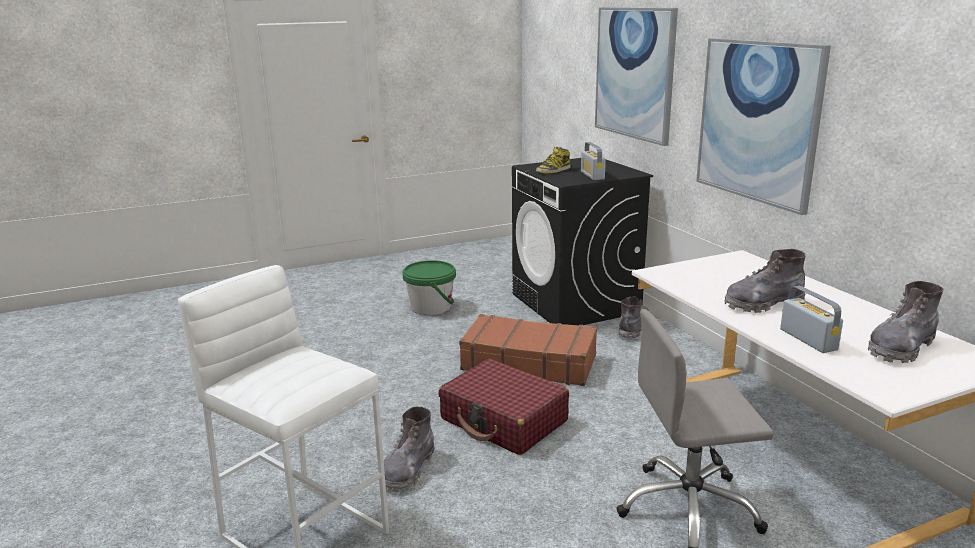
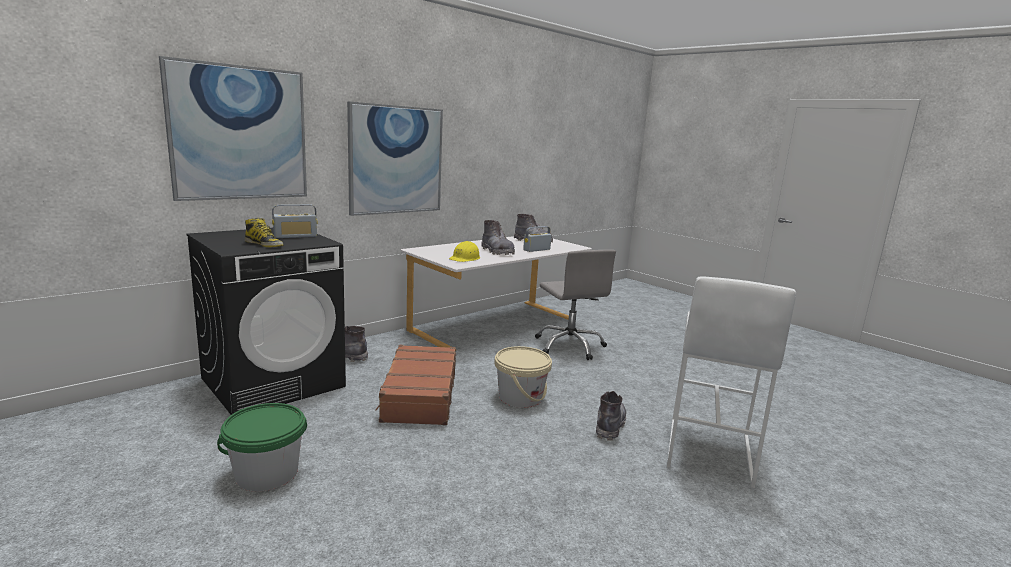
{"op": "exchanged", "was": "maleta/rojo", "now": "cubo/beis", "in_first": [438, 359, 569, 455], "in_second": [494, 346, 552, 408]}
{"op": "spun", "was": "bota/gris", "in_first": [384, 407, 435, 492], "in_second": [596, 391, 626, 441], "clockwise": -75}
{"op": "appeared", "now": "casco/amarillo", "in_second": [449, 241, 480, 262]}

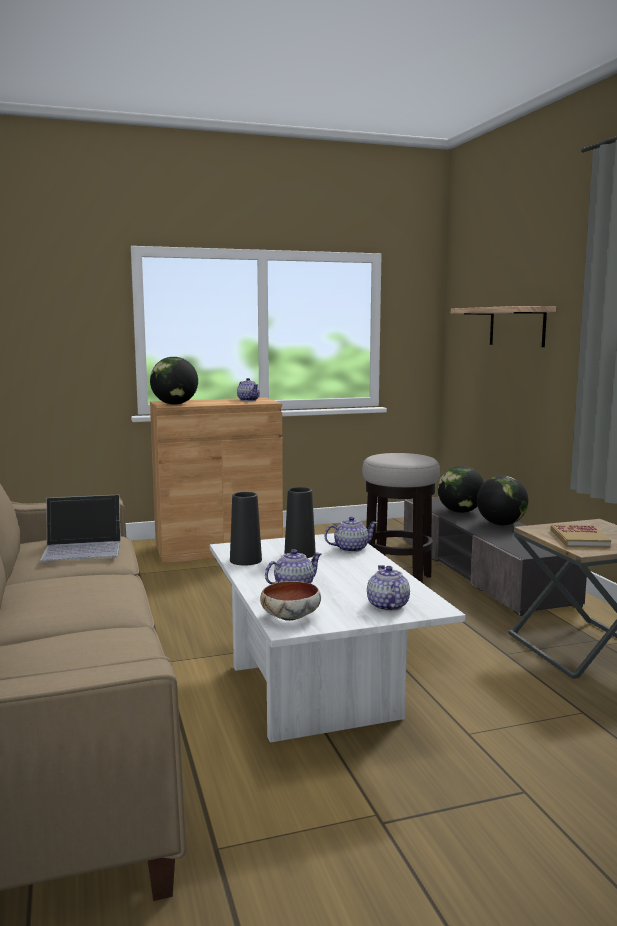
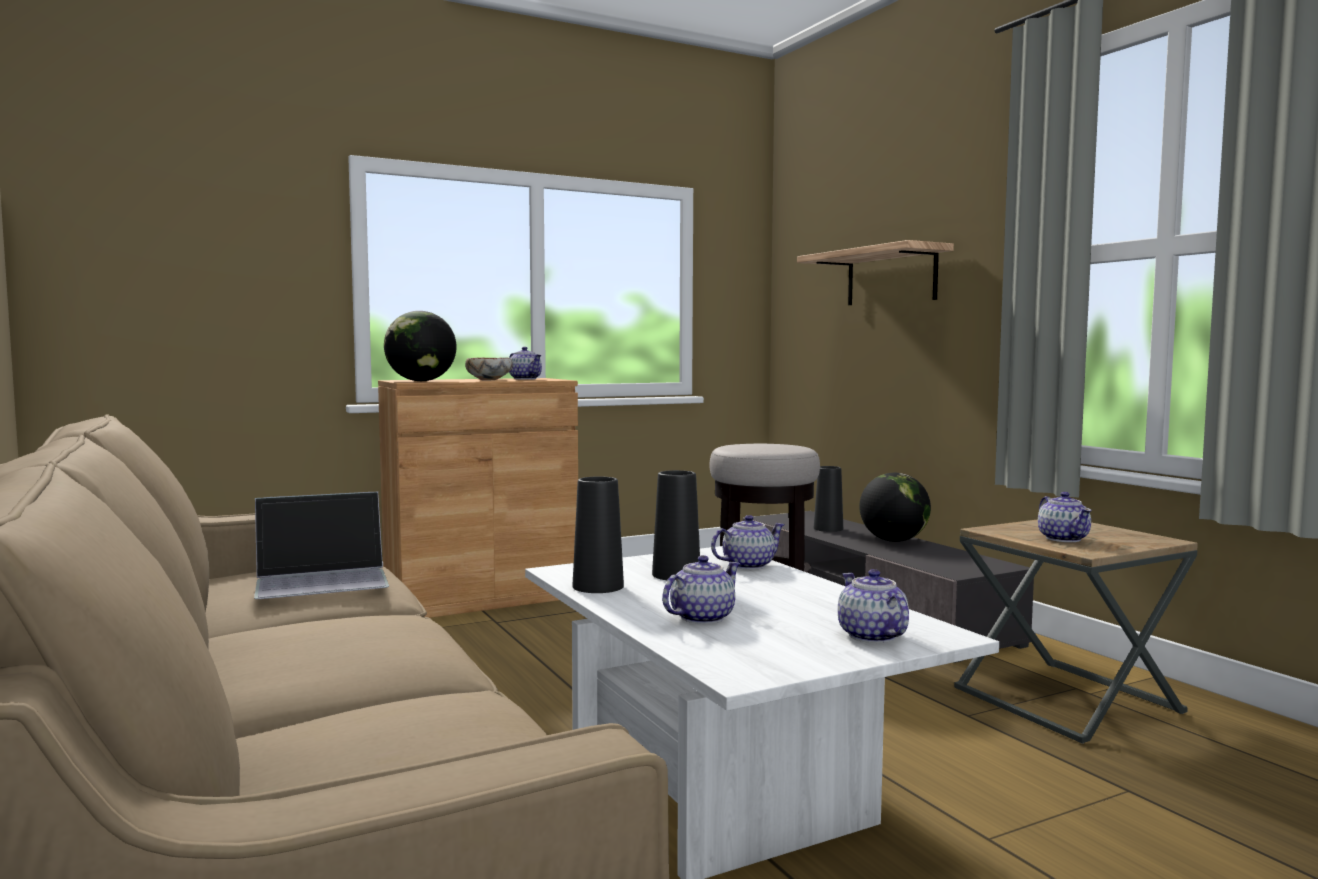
{"op": "exchanged", "was": "globo terráqueo", "now": "florero/negro", "in_first": [438, 466, 484, 513], "in_second": [814, 466, 843, 532]}
{"op": "exchanged", "was": "libro", "now": "tetera", "in_first": [550, 524, 611, 548], "in_second": [1038, 492, 1092, 542]}
{"op": "relocated", "was": "cuenco", "in_first": [260, 581, 321, 621], "in_second": [465, 358, 513, 380]}

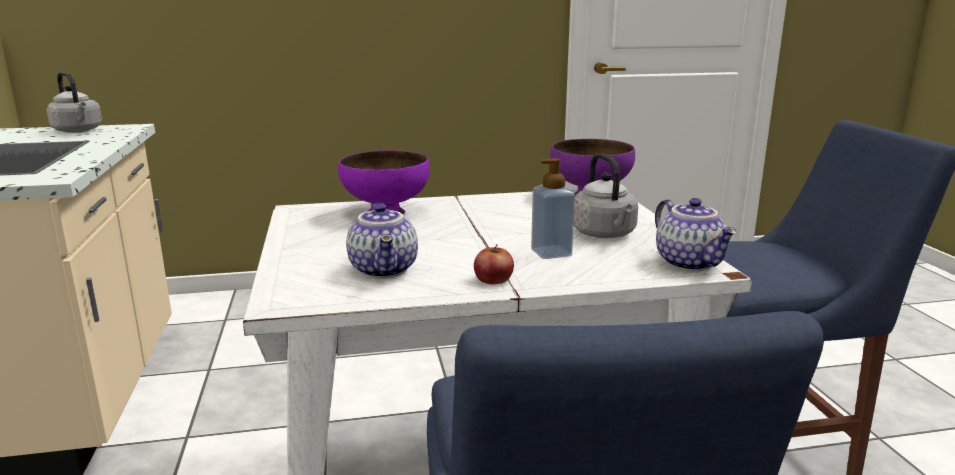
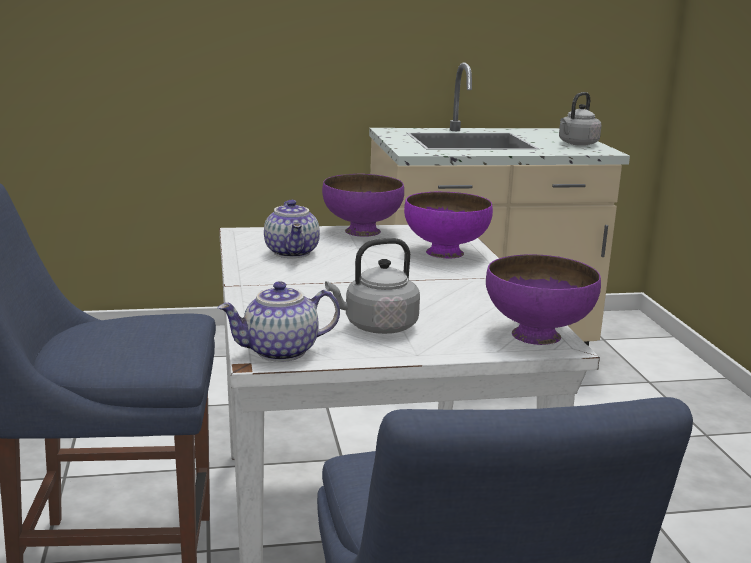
{"op": "missing", "was": "dispensador de jabón", "in_first": [531, 158, 575, 259]}
{"op": "spun", "was": "tetera", "in_first": [346, 203, 418, 279], "in_second": [264, 200, 320, 258], "clockwise": -90}
{"op": "missing", "was": "manzana", "in_first": [474, 244, 514, 284]}
{"op": "appeared", "now": "cuenco/morado", "in_second": [322, 174, 404, 237]}

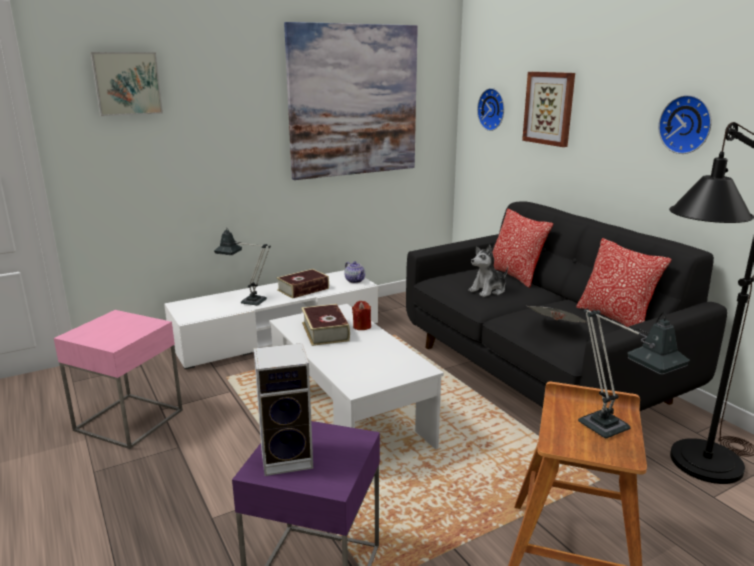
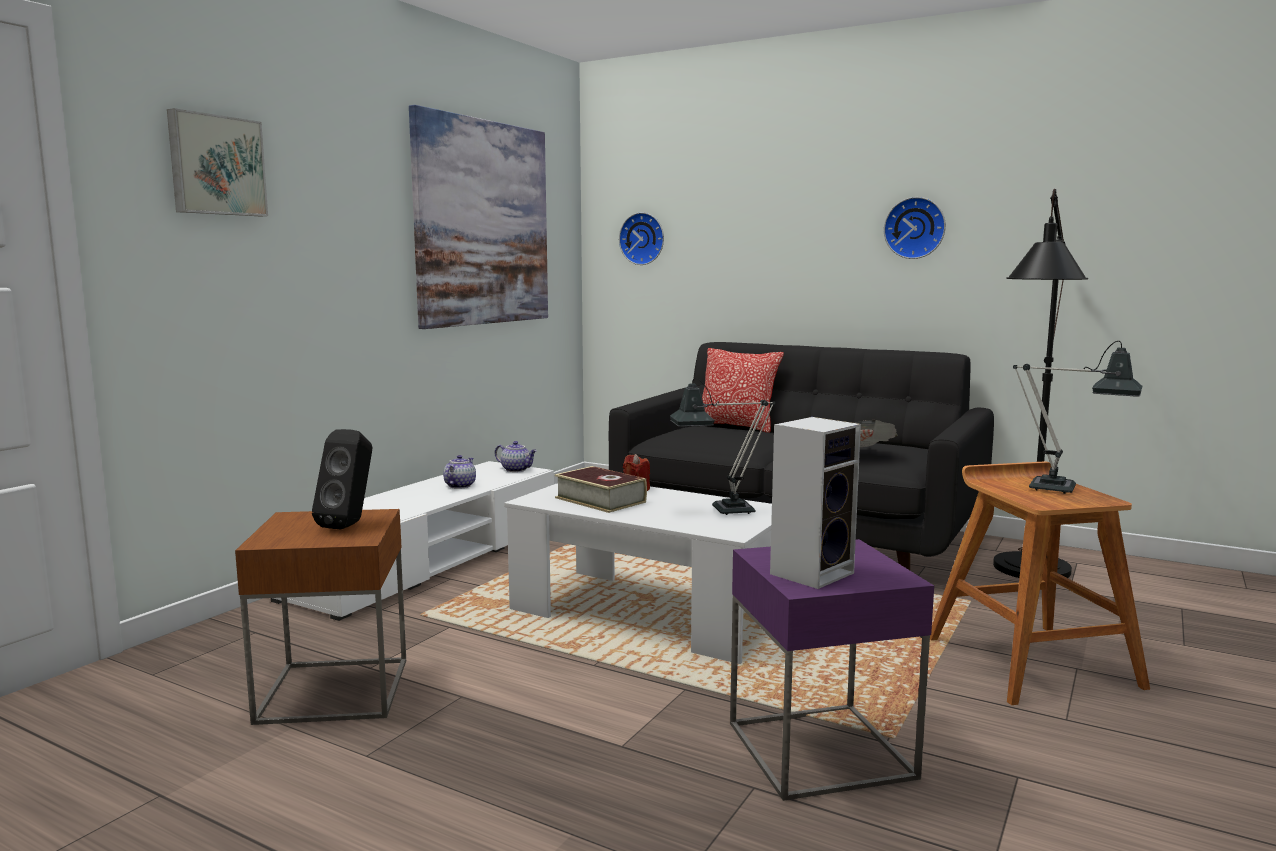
{"op": "missing", "was": "cuadro", "in_first": [522, 72, 575, 147]}
{"op": "relocated", "was": "lámpara de mesa", "in_first": [214, 228, 271, 306], "in_second": [670, 378, 775, 515]}
{"op": "missing", "was": "cojín", "in_first": [576, 238, 672, 327]}
{"op": "missing", "was": "peluche", "in_first": [468, 245, 508, 297]}
{"op": "exchanged", "was": "libro", "now": "tetera", "in_first": [277, 269, 329, 299], "in_second": [443, 455, 476, 489]}
{"op": "colour", "was": "mesa auxiliar/rosa", "now": "mesa auxiliar/marrón", "in_first": [54, 310, 183, 449], "in_second": [235, 509, 406, 725]}
{"op": "appeared", "now": "altavoz/negro", "in_second": [312, 429, 372, 529]}

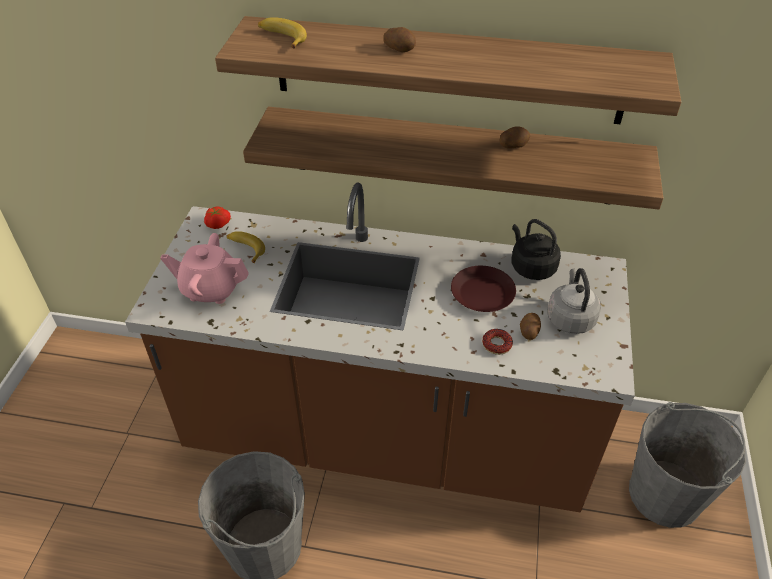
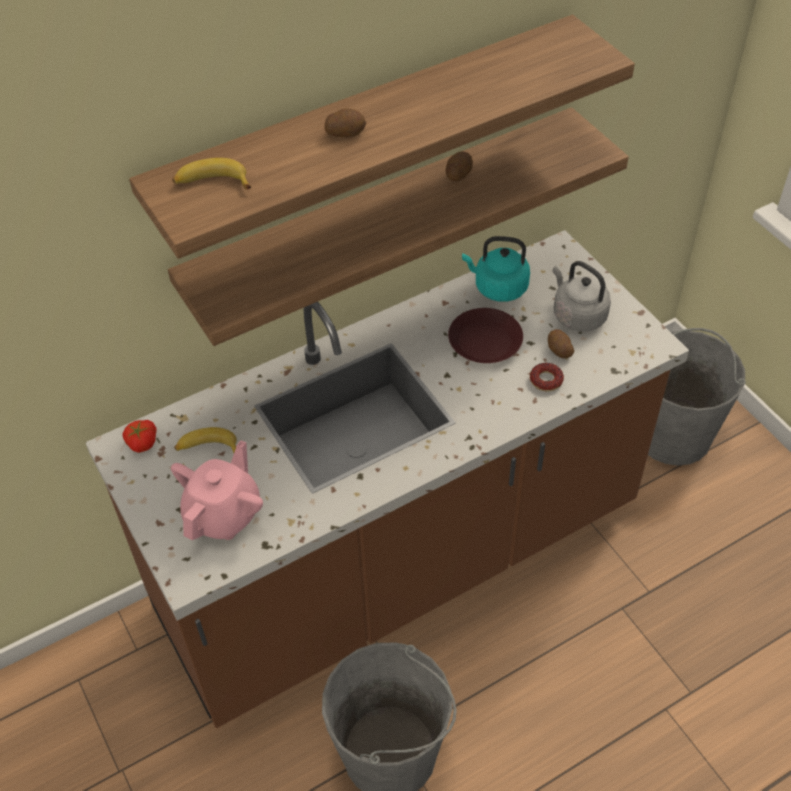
{"op": "colour", "was": "hervidor/negro", "now": "hervidor/turquesa", "in_first": [512, 219, 561, 280], "in_second": [462, 236, 530, 302]}
{"op": "spun", "was": "tetera/rosa", "in_first": [160, 233, 249, 304], "in_second": [171, 440, 263, 540], "clockwise": 150}

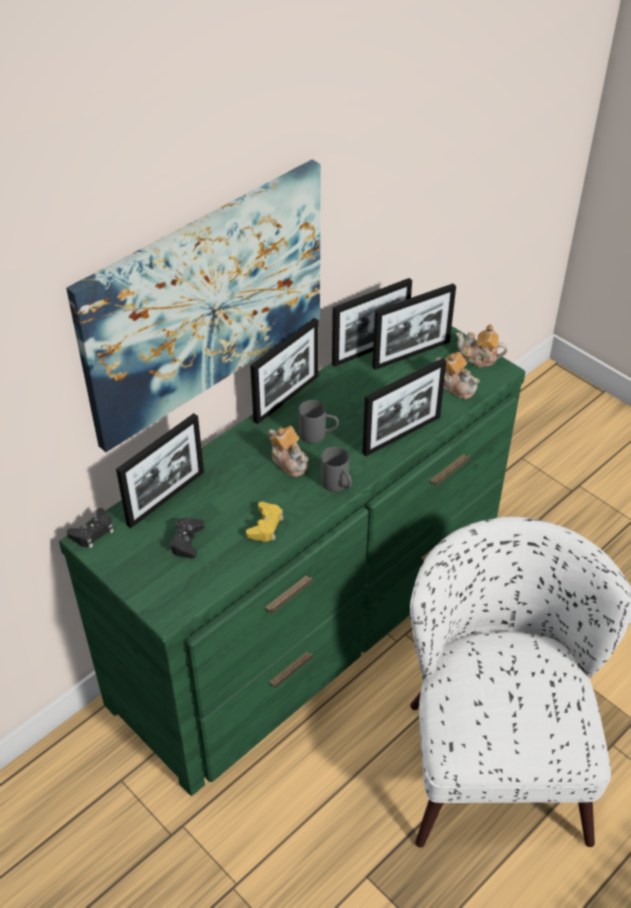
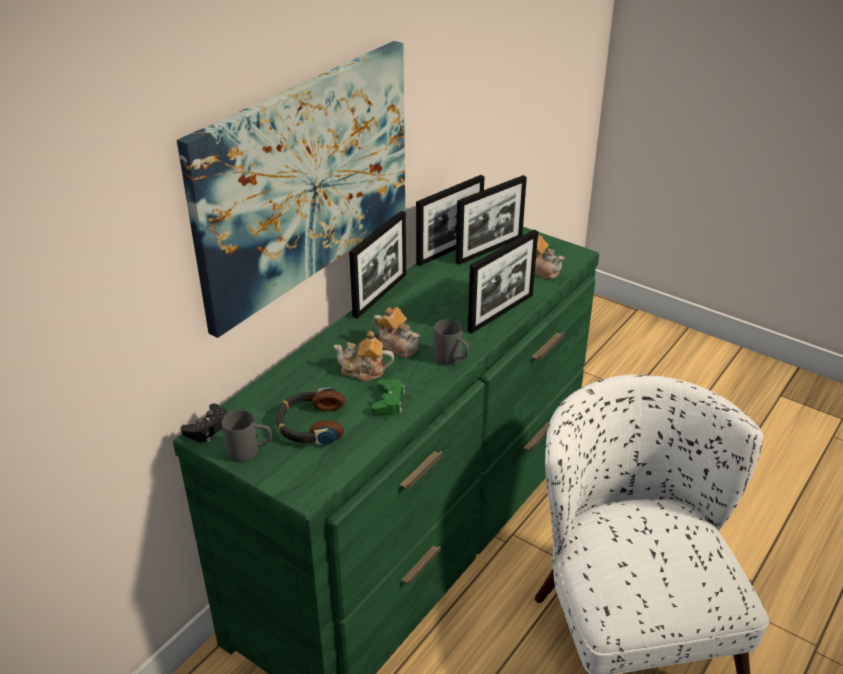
{"op": "relocated", "was": "tetera", "in_first": [456, 324, 508, 368], "in_second": [334, 330, 394, 382]}
{"op": "relocated", "was": "taza grande/gris", "in_first": [299, 400, 339, 443], "in_second": [222, 410, 272, 462]}
{"op": "missing", "was": "portarretratos", "in_first": [116, 413, 204, 528]}
{"op": "colour", "was": "mando de consola/amarillo", "now": "mando de consola/verde", "in_first": [246, 502, 284, 542], "in_second": [371, 379, 405, 415]}
{"op": "exchanged", "was": "mando de consola/negro", "now": "auriculares", "in_first": [170, 518, 205, 559], "in_second": [275, 387, 345, 445]}

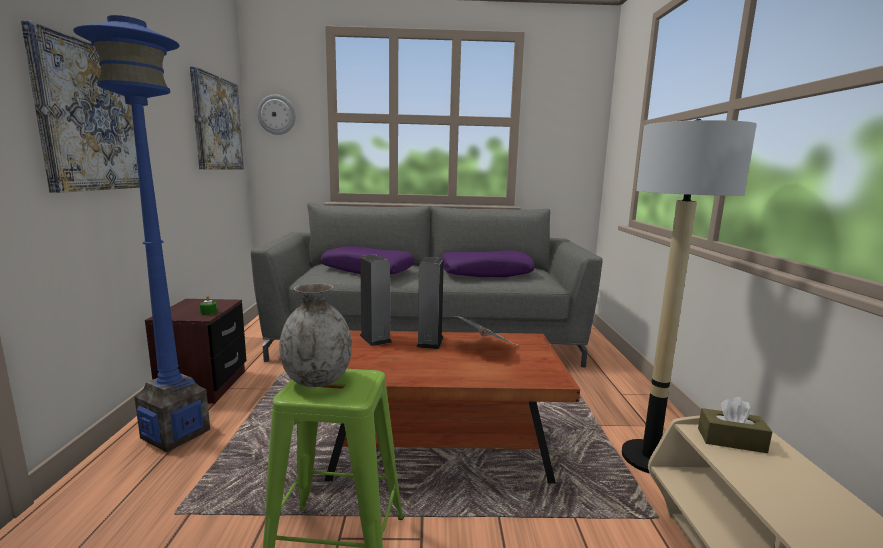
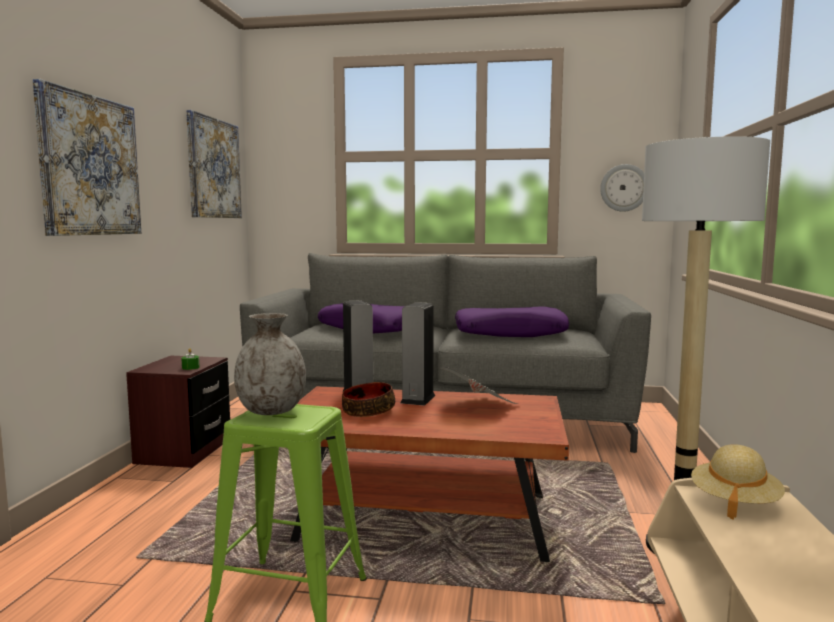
{"op": "missing", "was": "lámpara de pie/azul", "in_first": [73, 15, 210, 452]}
{"op": "relocated", "was": "reloj de pared", "in_first": [257, 94, 296, 135], "in_second": [600, 164, 644, 212]}
{"op": "exchanged", "was": "caja de pañuelos/marrón", "now": "sombrero/beis", "in_first": [698, 397, 772, 453], "in_second": [691, 444, 785, 520]}
{"op": "appeared", "now": "cuenco", "in_second": [342, 382, 395, 417]}

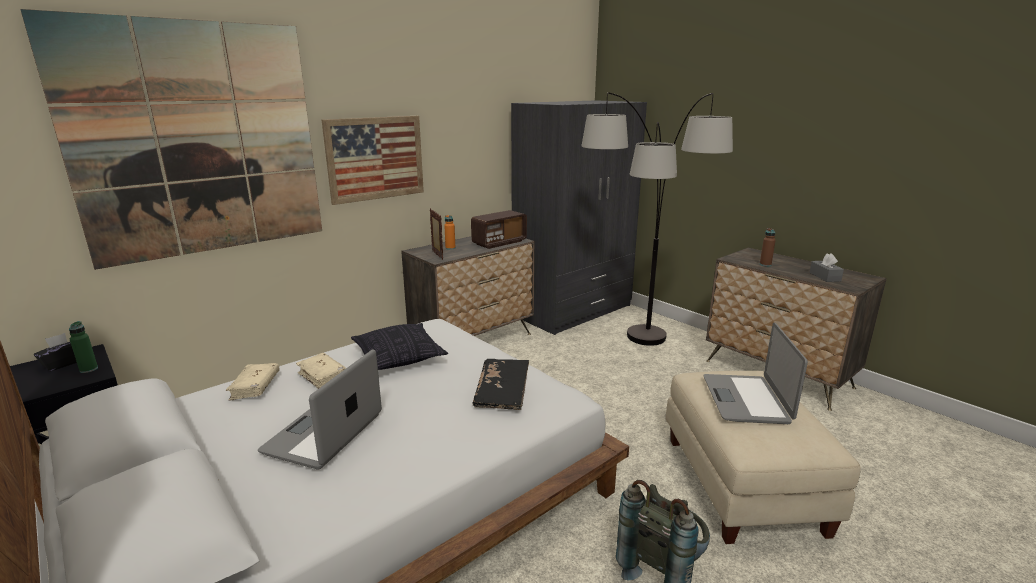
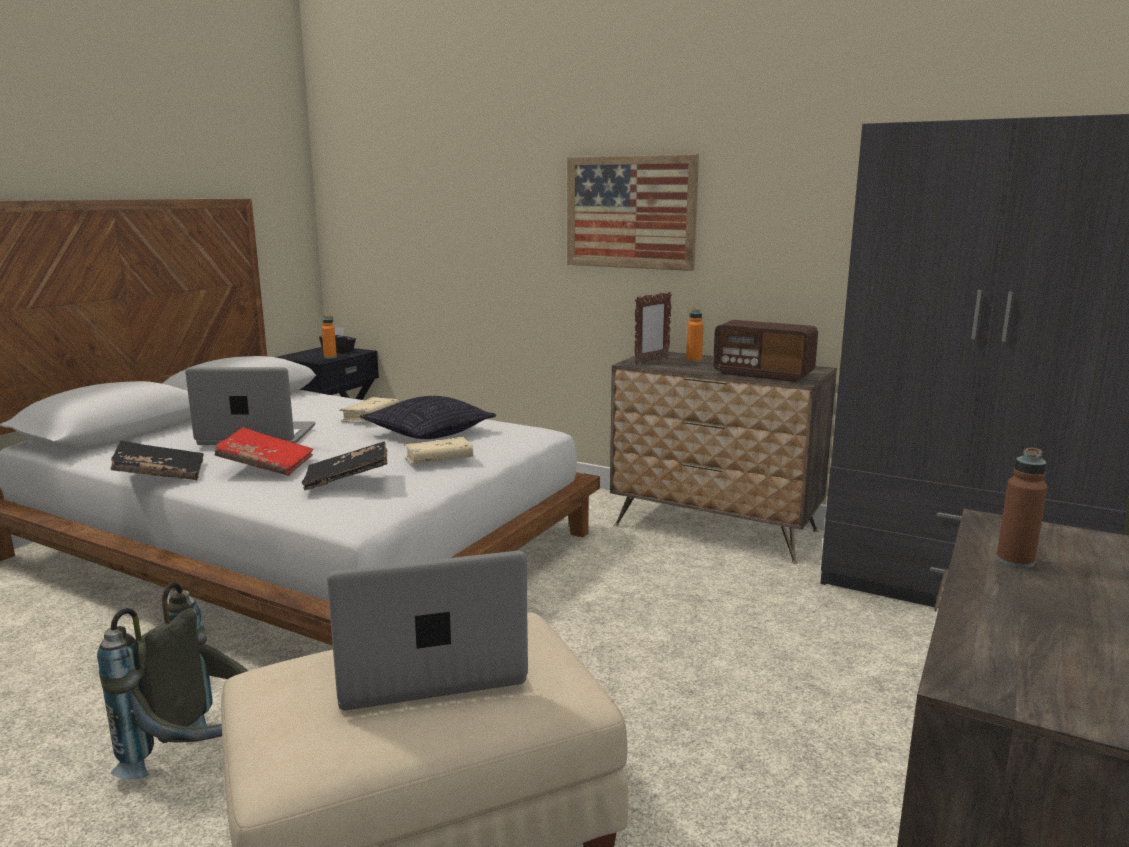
{"op": "missing", "was": "cuadro", "in_first": [20, 9, 322, 270]}
{"op": "missing", "was": "lámpara de pie", "in_first": [582, 92, 733, 346]}
{"op": "missing", "was": "caja de pañuelos/gris", "in_first": [809, 253, 844, 282]}
{"op": "colour", "was": "botella/verde", "now": "botella/naranja", "in_first": [69, 321, 98, 373], "in_second": [322, 315, 337, 359]}
{"op": "relocated", "was": "libro/beis", "in_first": [226, 363, 279, 401], "in_second": [404, 437, 474, 464]}
{"op": "appeared", "now": "libro/rojo", "in_second": [215, 427, 313, 476]}
{"op": "appeared", "now": "libro/negro", "in_second": [110, 441, 204, 480]}

